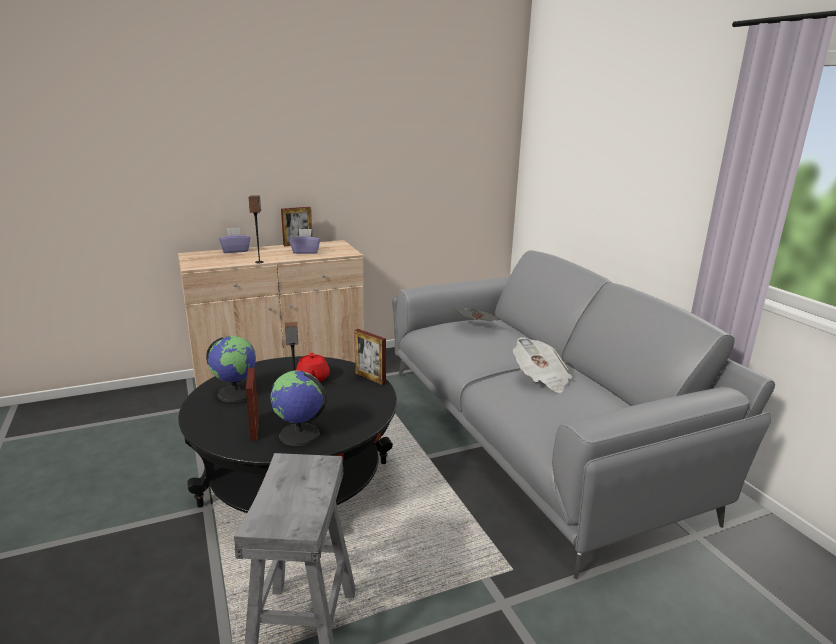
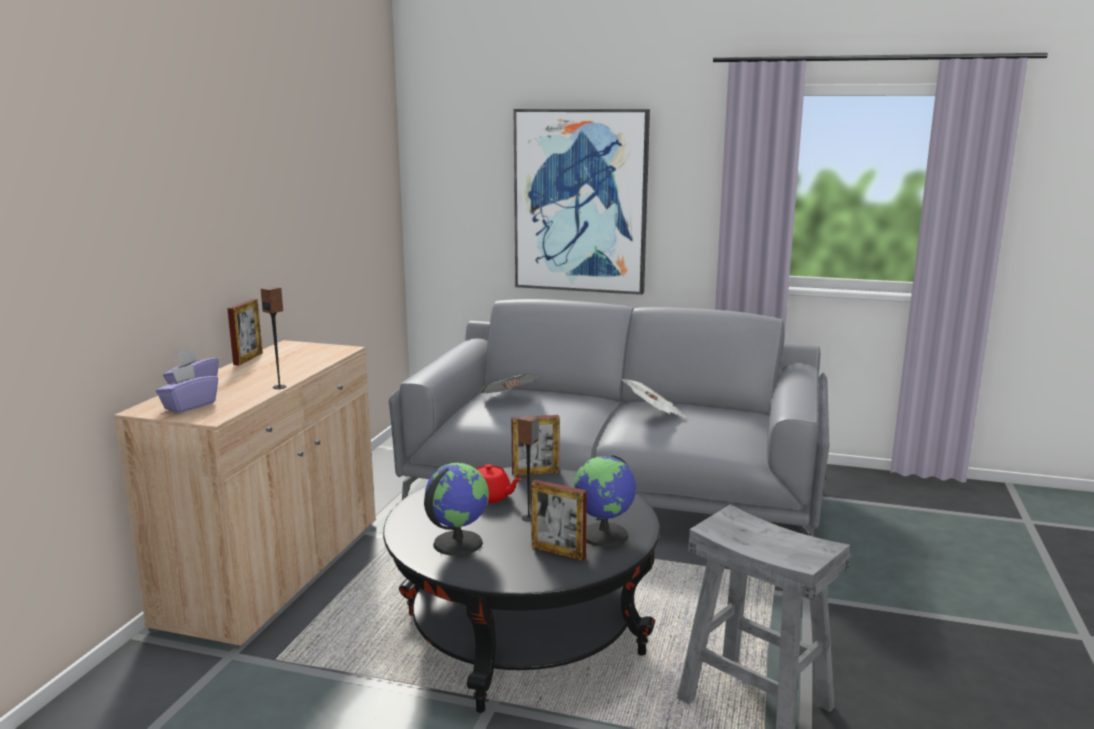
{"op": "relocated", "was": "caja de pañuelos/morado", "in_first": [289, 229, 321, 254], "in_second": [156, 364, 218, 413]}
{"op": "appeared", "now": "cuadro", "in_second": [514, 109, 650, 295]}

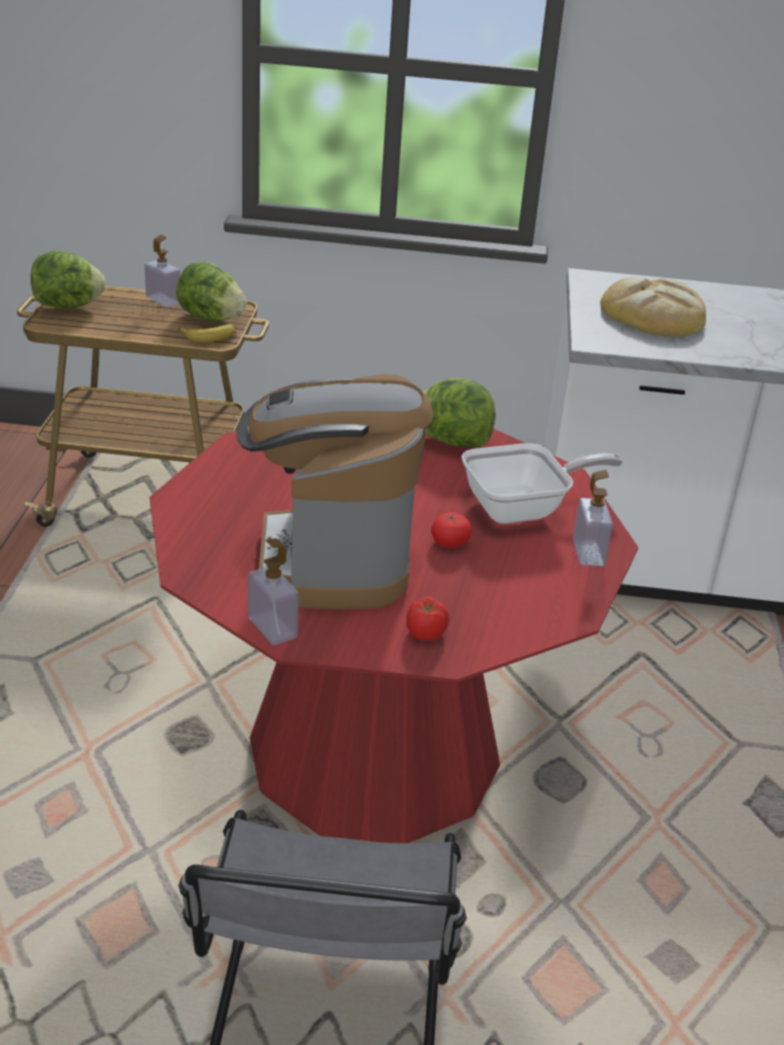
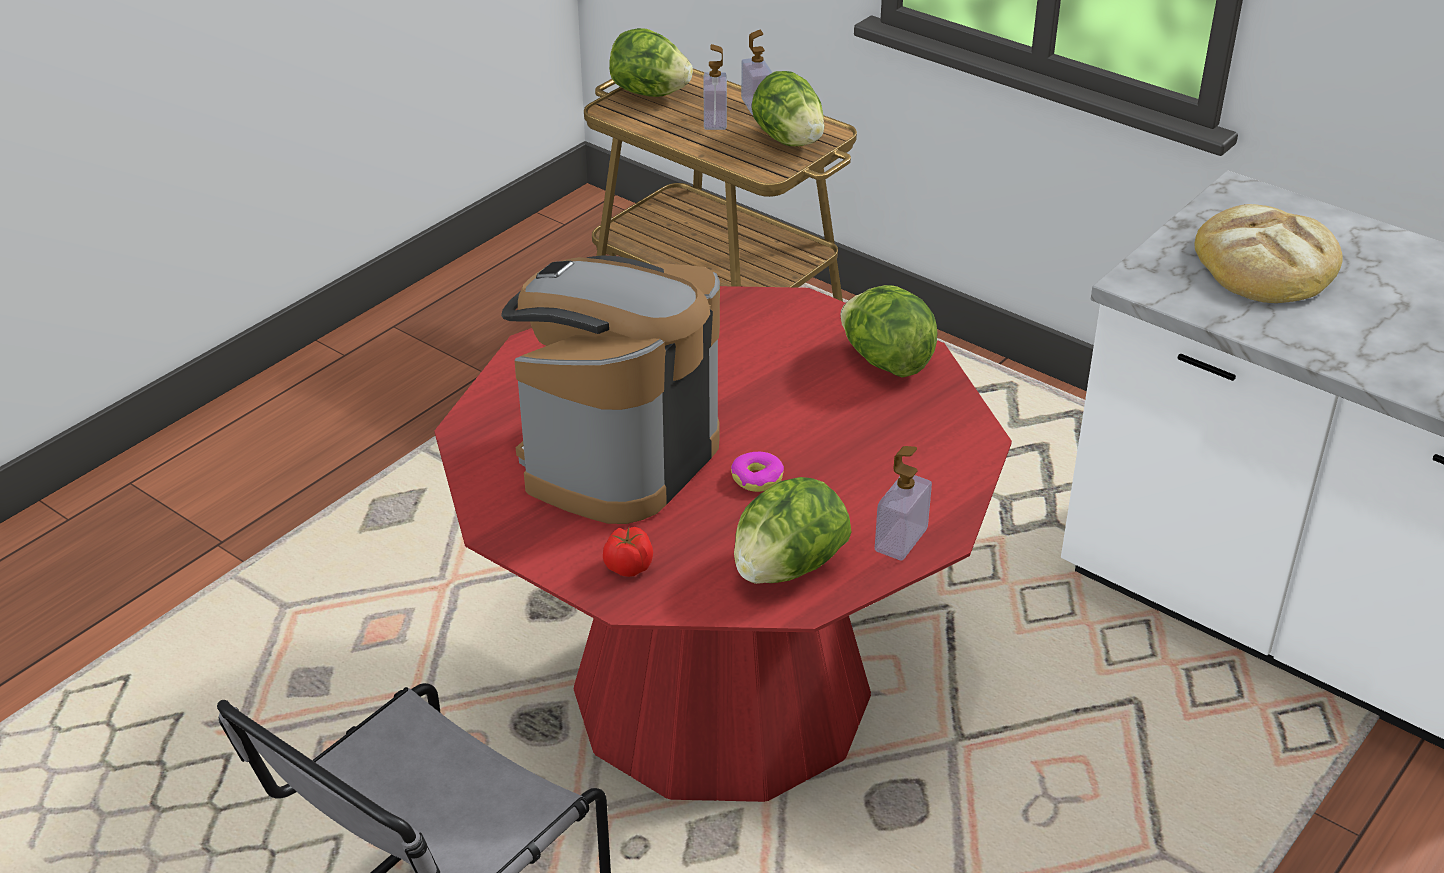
{"op": "missing", "was": "plátano", "in_first": [178, 324, 236, 342]}
{"op": "missing", "was": "sartén", "in_first": [461, 443, 623, 524]}
{"op": "exchanged", "was": "tomate", "now": "rosquilla", "in_first": [431, 512, 472, 548], "in_second": [731, 452, 784, 492]}
{"op": "relocated", "was": "dispensador de jabón", "in_first": [248, 539, 299, 645], "in_second": [704, 44, 727, 130]}
{"op": "appeared", "now": "lechuga", "in_second": [734, 477, 852, 584]}

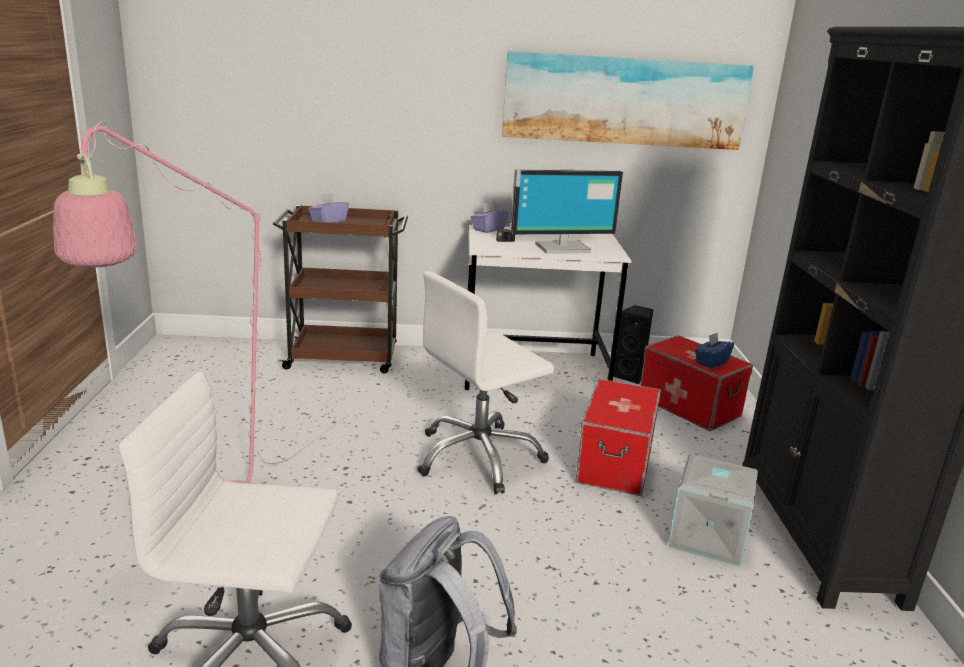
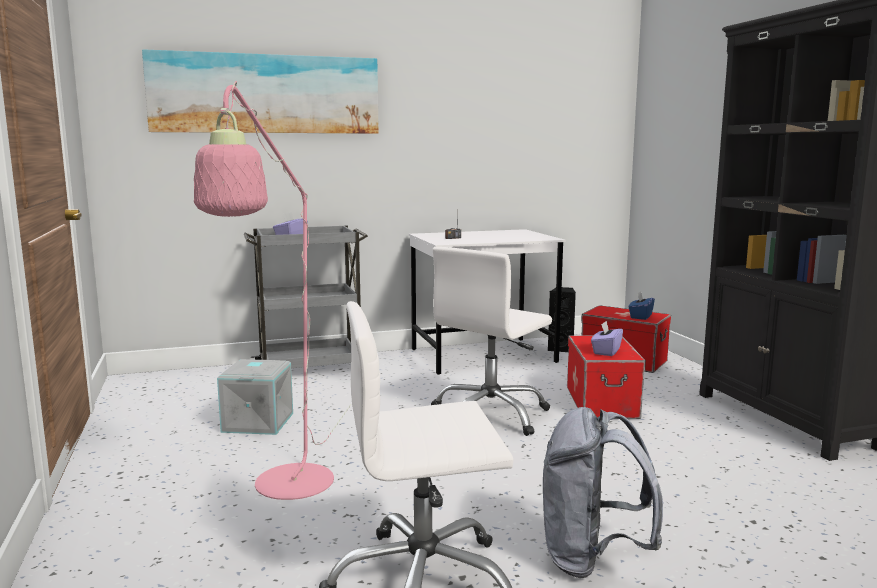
{"op": "relocated", "was": "cuadro", "in_first": [502, 51, 754, 150], "in_second": [142, 49, 379, 134]}
{"op": "missing", "was": "monitor", "in_first": [510, 169, 623, 254]}
{"op": "relocated", "was": "caja de pañuelos/morado", "in_first": [471, 202, 509, 233], "in_second": [591, 321, 623, 356]}
{"op": "colour", "was": "carrito/marrón", "now": "carrito/gris", "in_first": [273, 205, 408, 374], "in_second": [244, 225, 368, 368]}
{"op": "relocated", "was": "caja de almacenaje/gris", "in_first": [668, 454, 758, 567], "in_second": [217, 359, 293, 435]}

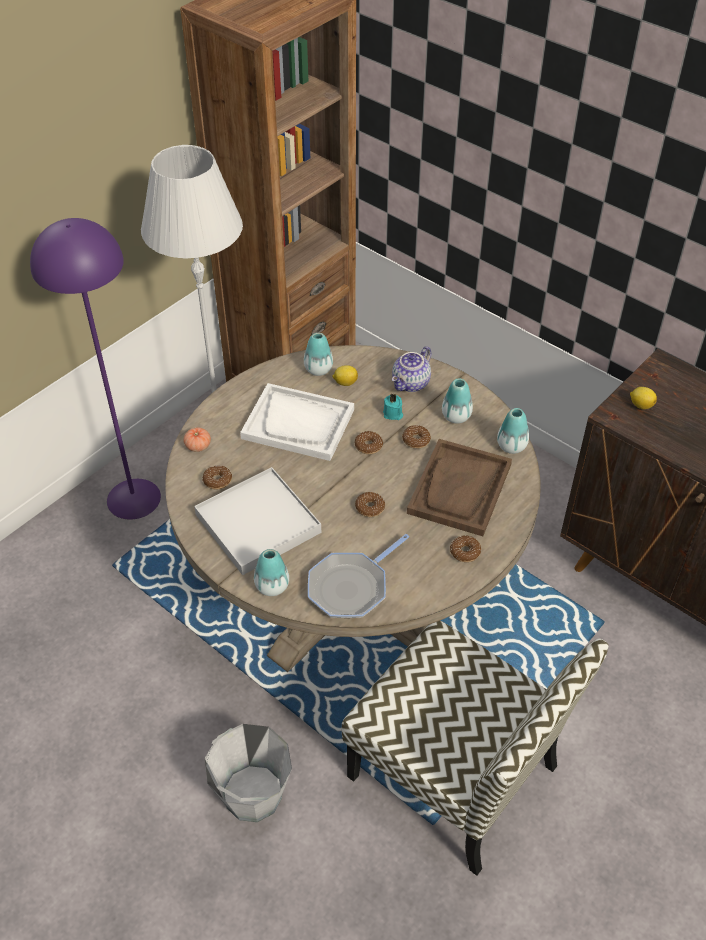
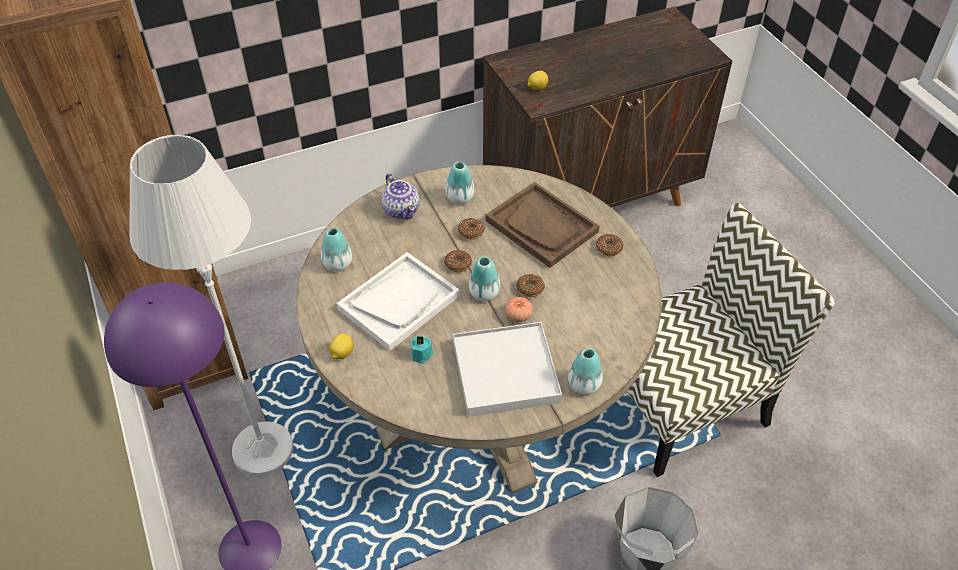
{"op": "relocated", "was": "limón", "in_first": [333, 365, 358, 386], "in_second": [329, 333, 354, 359]}
{"op": "relocated", "was": "vela/turquesa", "in_first": [383, 393, 403, 420], "in_second": [410, 336, 434, 364]}
{"op": "relocated", "was": "florero", "in_first": [497, 408, 529, 454], "in_second": [469, 256, 500, 301]}
{"op": "relocated", "was": "tomate", "in_first": [183, 427, 211, 452], "in_second": [505, 297, 533, 322]}
{"op": "missing", "was": "rosquilla", "in_first": [202, 465, 232, 489]}
{"op": "missing", "was": "sartén", "in_first": [308, 534, 409, 618]}

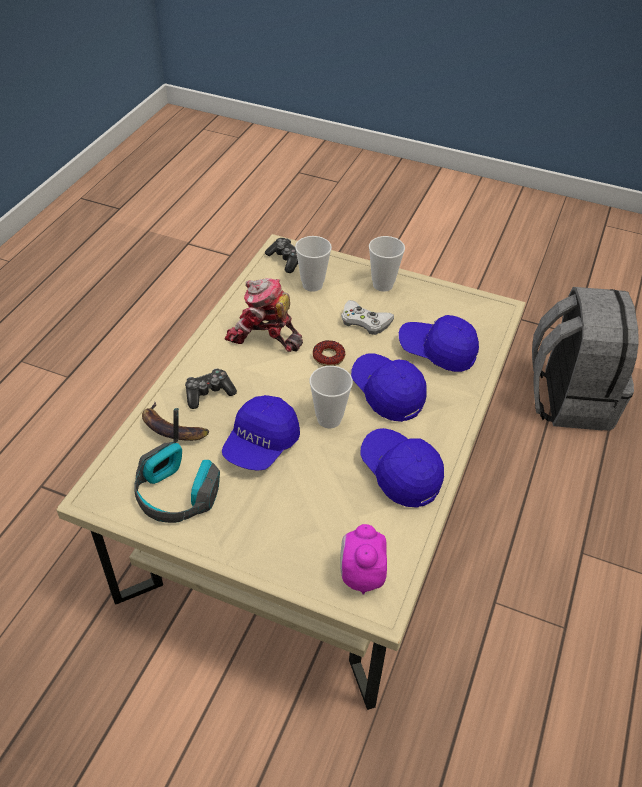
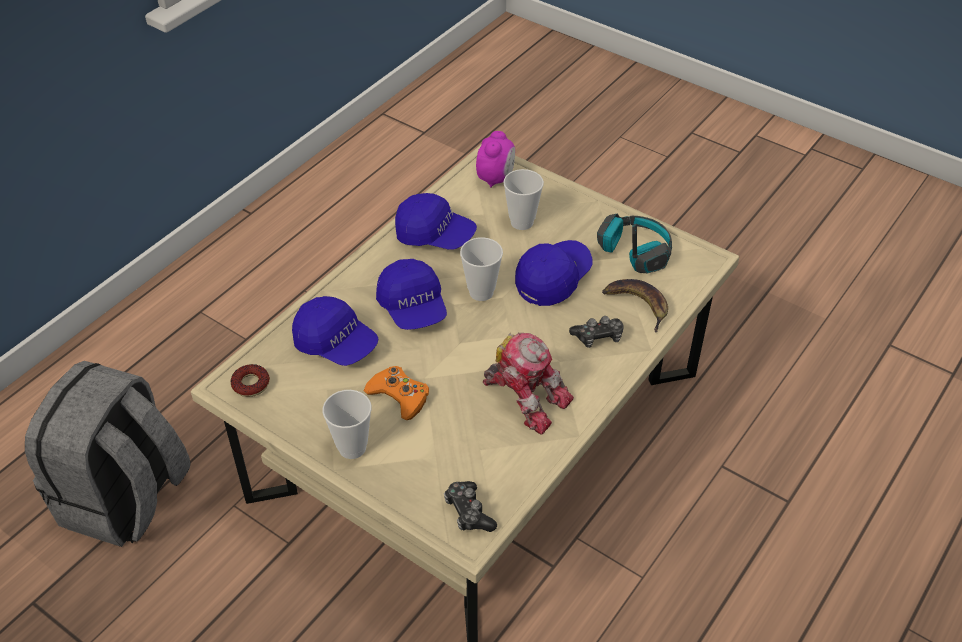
{"op": "relocated", "was": "taza", "in_first": [295, 236, 332, 292], "in_second": [503, 169, 544, 230]}
{"op": "colour", "was": "mando de consola/blanco", "now": "mando de consola/naranja", "in_first": [341, 300, 394, 335], "in_second": [364, 366, 429, 420]}
{"op": "relocated", "was": "rosquilla", "in_first": [313, 340, 345, 366], "in_second": [231, 364, 270, 397]}
{"op": "spun", "was": "gorra/azul", "in_first": [360, 428, 444, 508], "in_second": [395, 193, 477, 250], "clockwise": -45}

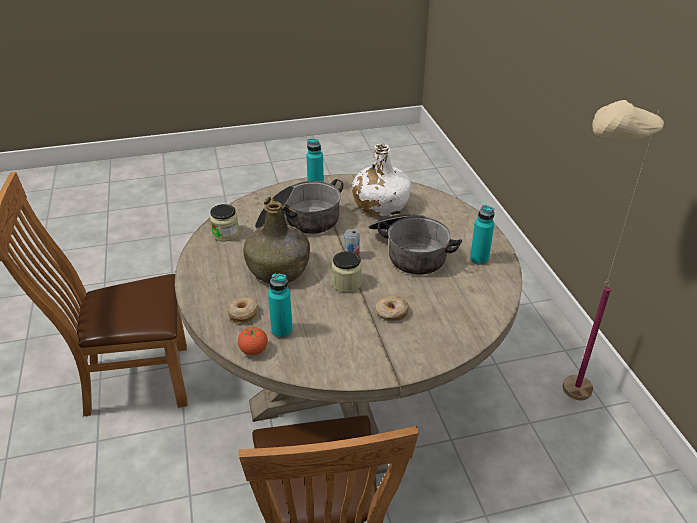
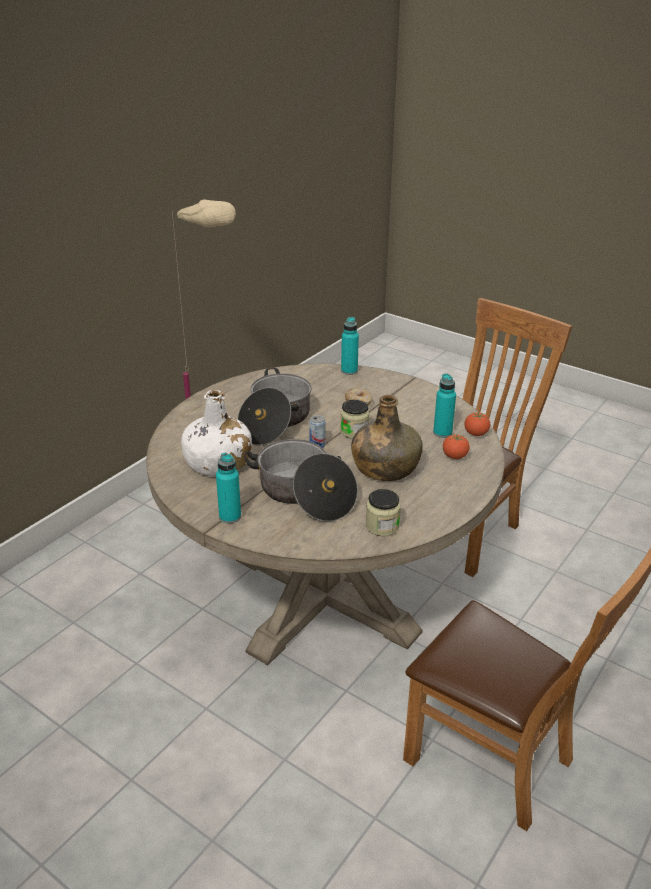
{"op": "relocated", "was": "botella/turquesa", "in_first": [470, 205, 495, 265], "in_second": [341, 317, 359, 375]}
{"op": "exchanged", "was": "rosquilla", "now": "tomate", "in_first": [227, 297, 258, 324], "in_second": [443, 434, 470, 459]}

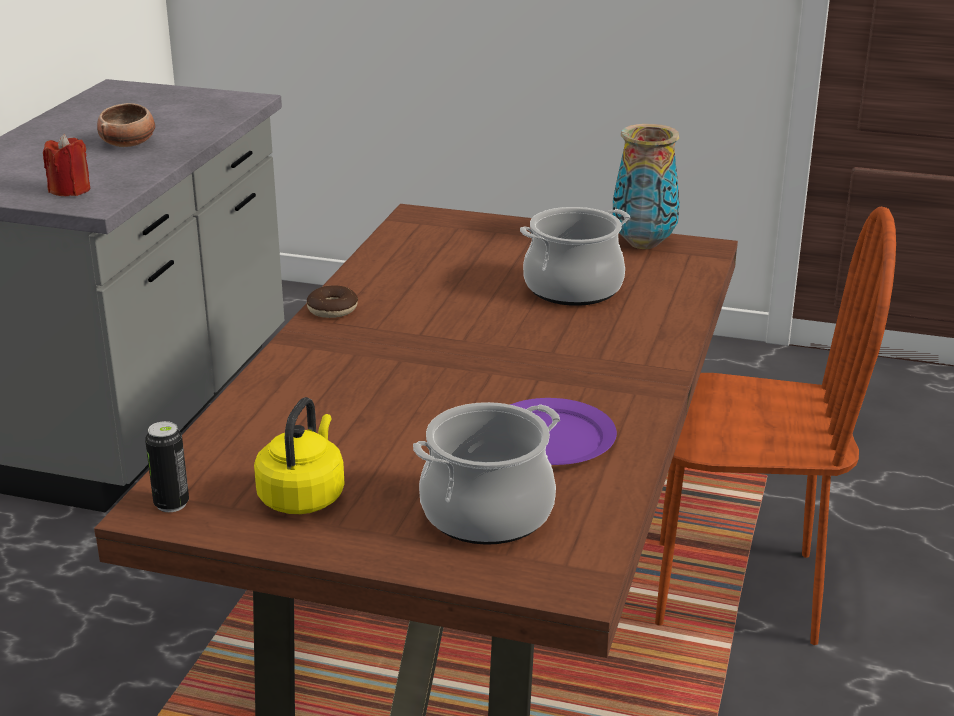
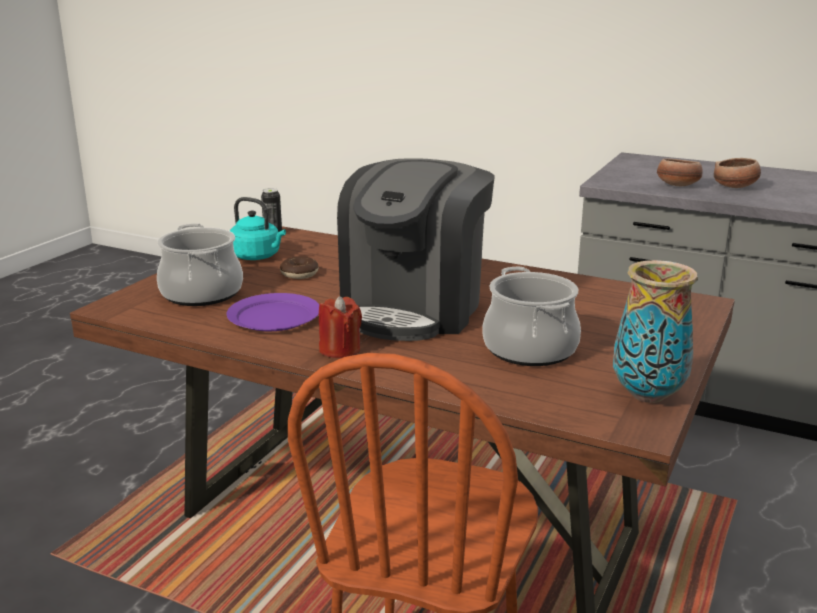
{"op": "relocated", "was": "vela/rojo", "in_first": [43, 134, 90, 196], "in_second": [319, 296, 362, 358]}
{"op": "relocated", "was": "rosquilla", "in_first": [307, 286, 358, 318], "in_second": [280, 256, 319, 279]}
{"op": "colour", "was": "hervidor/amarillo", "now": "hervidor/turquesa", "in_first": [254, 397, 345, 514], "in_second": [230, 197, 286, 260]}
{"op": "appeared", "now": "cafetera", "in_second": [337, 158, 495, 341]}
{"op": "appeared", "now": "cuenco", "in_second": [657, 158, 703, 186]}

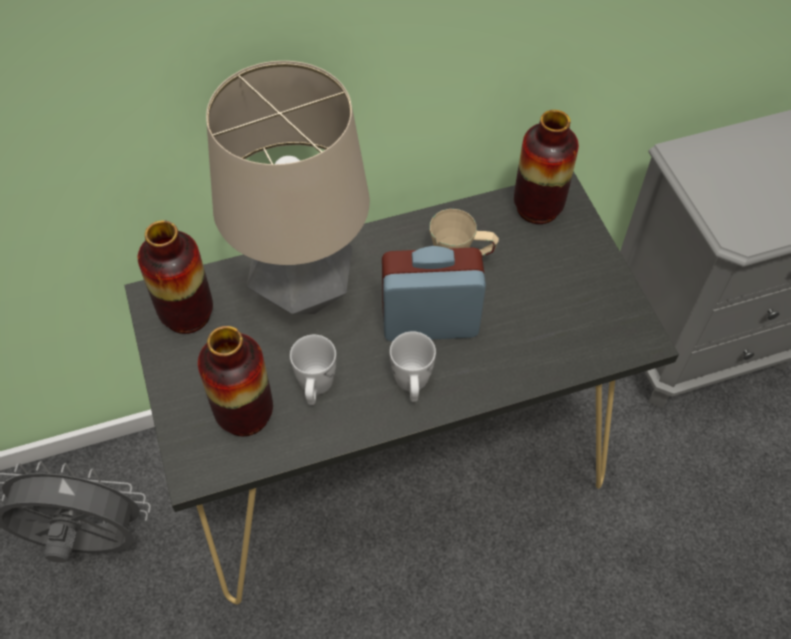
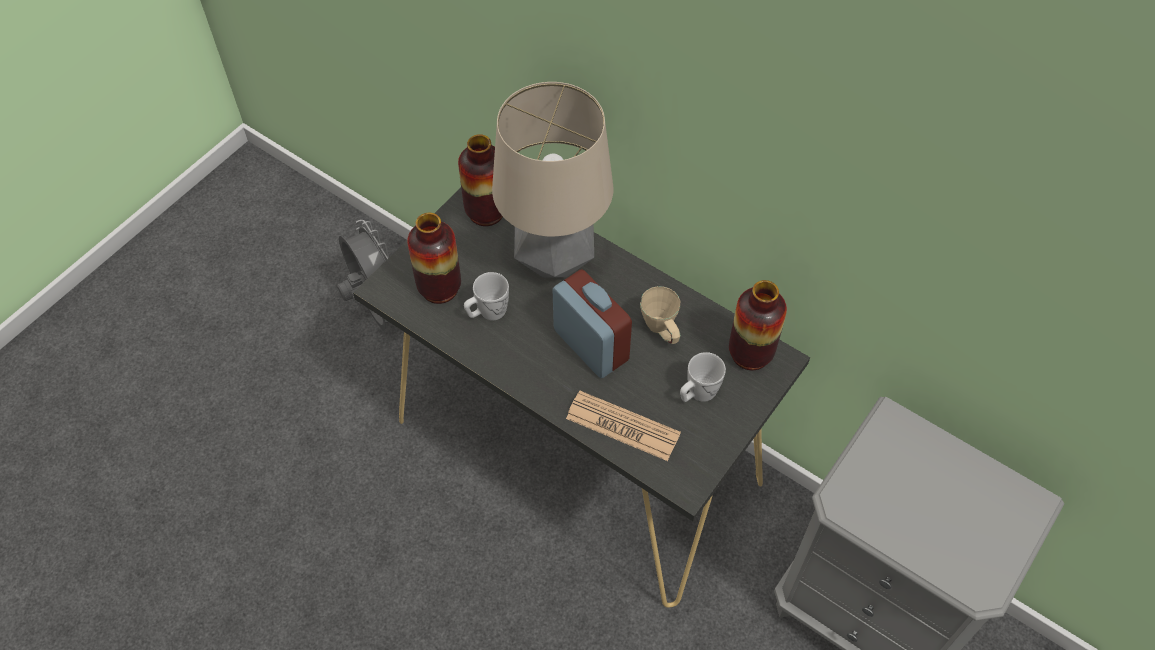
{"op": "relocated", "was": "taza grande/blanco", "in_first": [390, 331, 436, 402], "in_second": [680, 352, 726, 402]}
{"op": "appeared", "now": "periódico", "in_second": [566, 391, 681, 461]}

